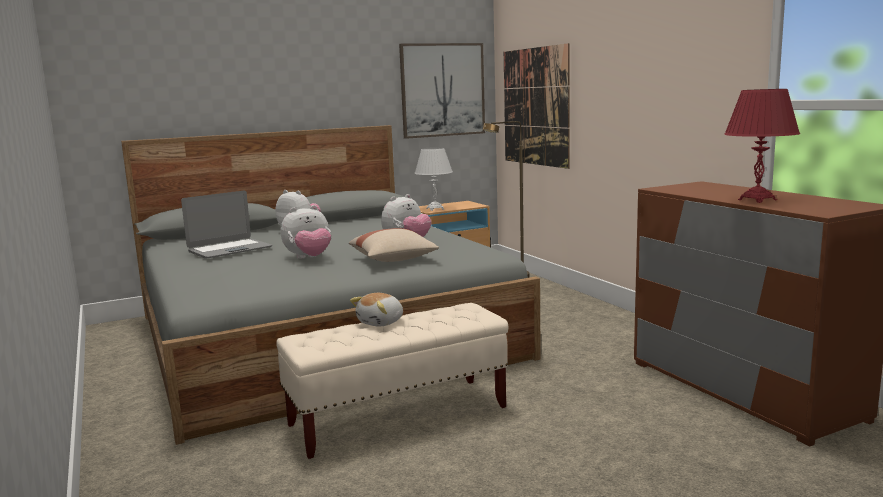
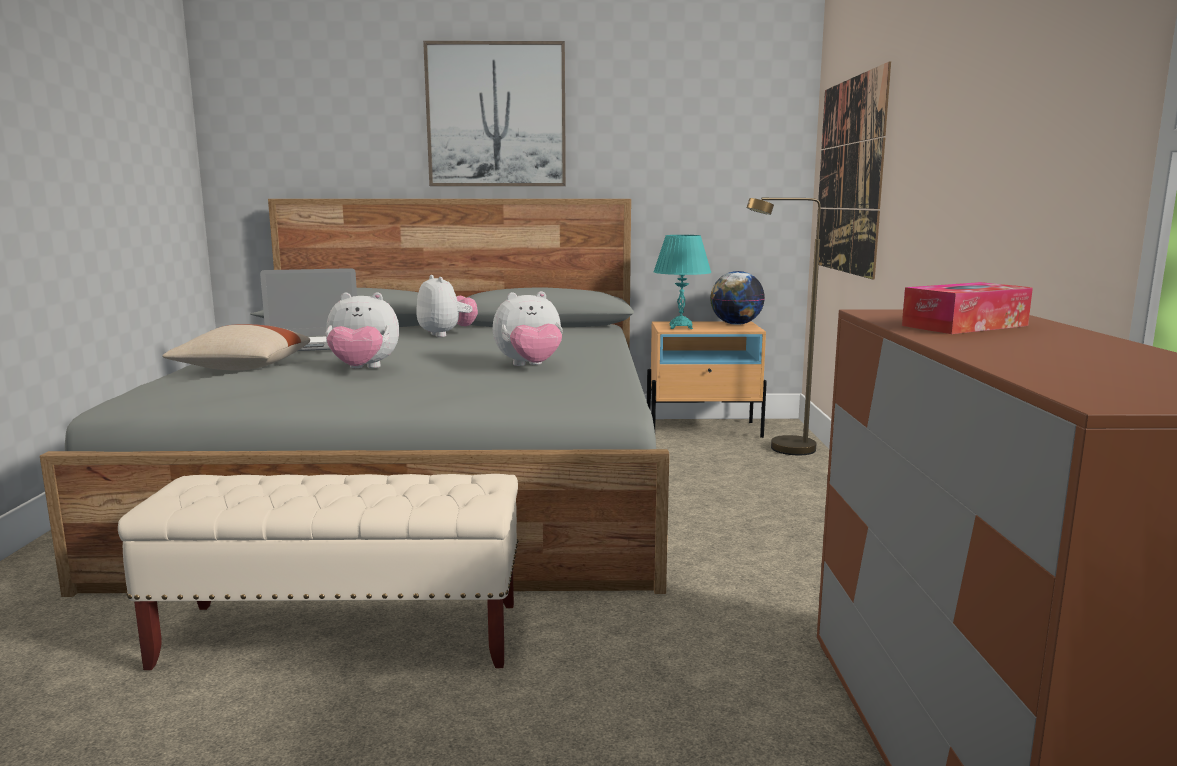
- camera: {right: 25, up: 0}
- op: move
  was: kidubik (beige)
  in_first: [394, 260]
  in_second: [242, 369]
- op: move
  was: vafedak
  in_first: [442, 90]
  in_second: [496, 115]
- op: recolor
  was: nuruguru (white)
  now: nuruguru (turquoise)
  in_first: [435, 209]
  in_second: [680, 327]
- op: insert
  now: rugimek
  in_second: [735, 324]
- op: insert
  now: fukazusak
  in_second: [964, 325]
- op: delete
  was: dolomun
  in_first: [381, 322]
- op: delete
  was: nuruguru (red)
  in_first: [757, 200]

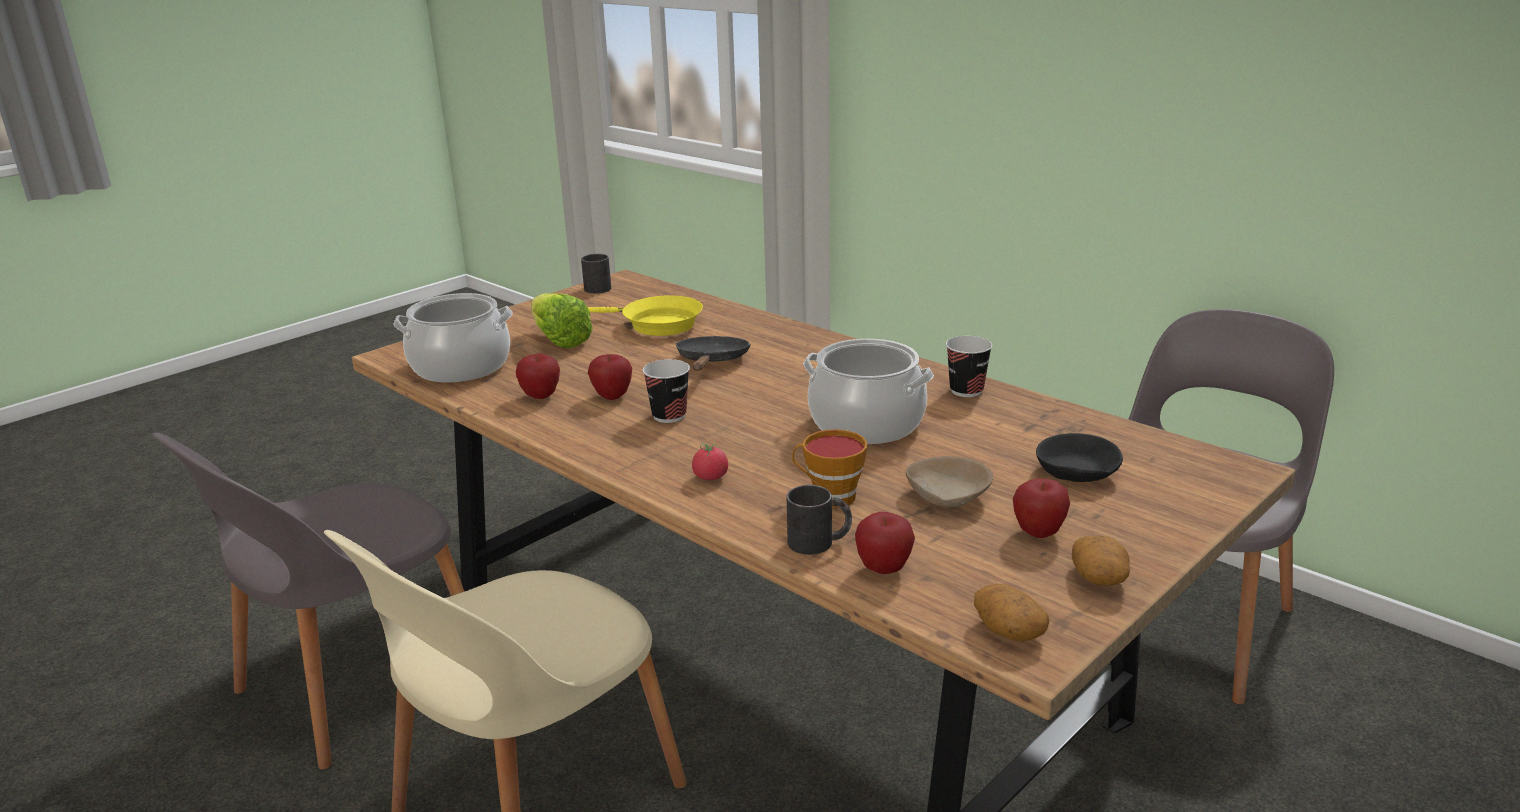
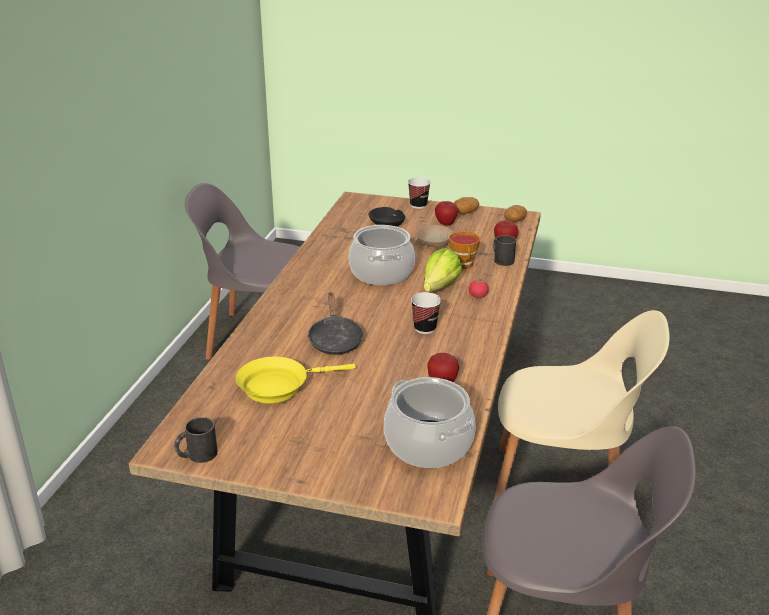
- camera: {right: -120, up: 5}
- op: rotate
  was: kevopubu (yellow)
  in_first: [655, 324]
  in_second: [279, 386]
  clockwise: -105
- op: rotate
  was: kevopubu (black)
  in_first: [712, 362]
  in_second: [335, 339]
  clockwise: -75
- op: move
  was: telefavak
  in_first: [966, 390]
  in_second: [418, 205]
- op: move
  was: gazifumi
  in_first: [558, 338]
  in_second: [436, 290]
- op: delete
  was: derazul
  in_first: [612, 396]

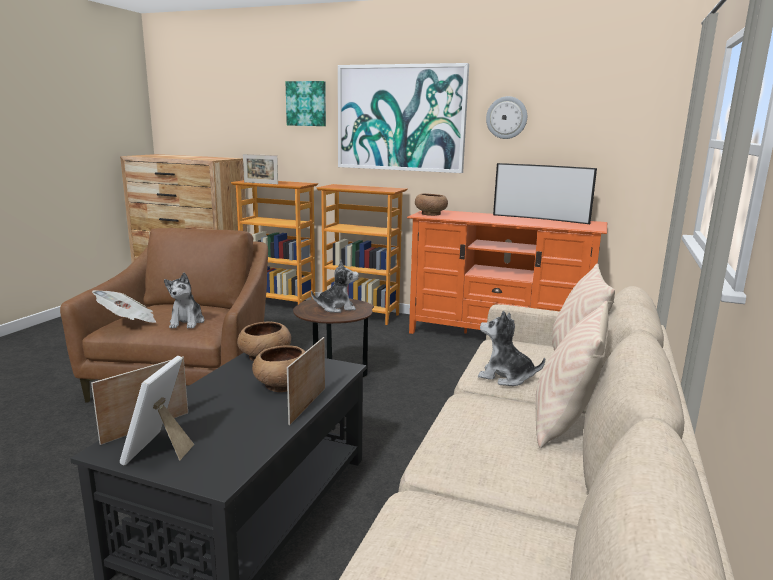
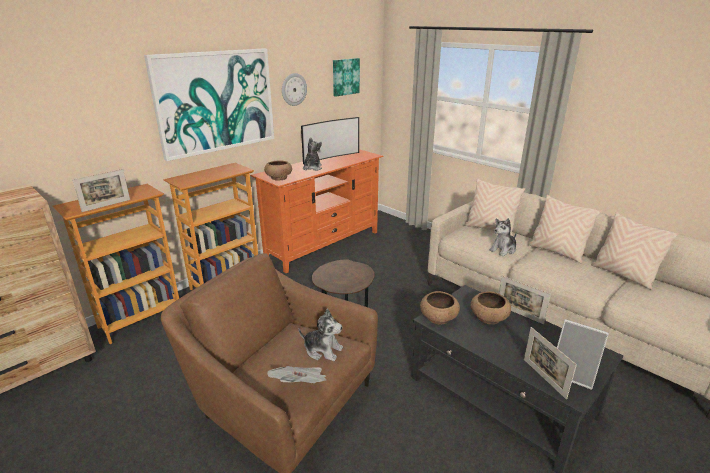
- camera: {right: -65, up: 10}
- op: move
  was: dolomun
  in_first: [336, 308]
  in_second: [312, 168]
- op: move
  was: vafedak
  in_first: [306, 103]
  in_second: [345, 77]
- op: insert
  now: kidubik (beige)
  in_second: [623, 275]

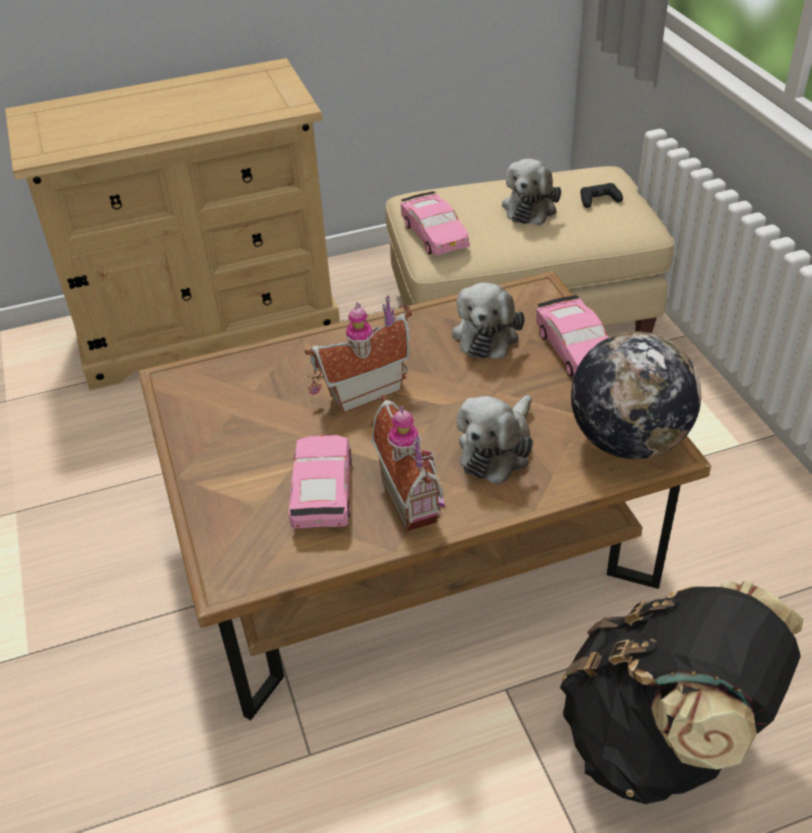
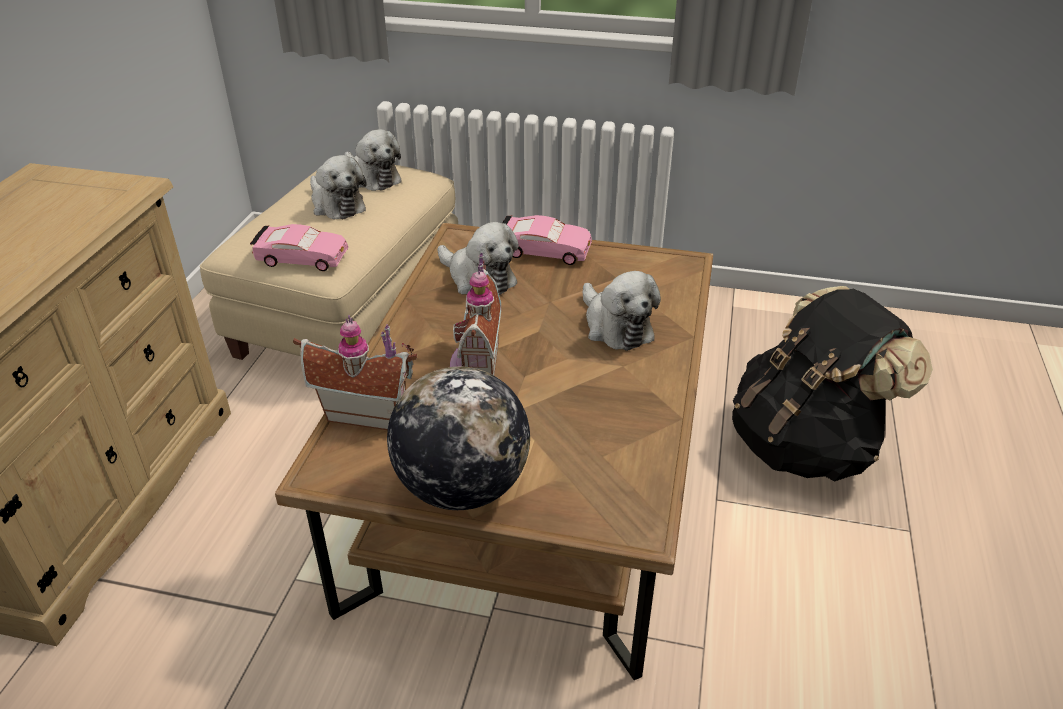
- camera: {right: -60, up: -5}
- op: move
  was: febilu
  in_first: [415, 498]
  in_second: [367, 411]
- op: replace
  was: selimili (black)
  now: dolomun
  in_first: [599, 200]
  in_second: [372, 178]
- op: move
  was: rugimek
  in_first: [627, 441]
  in_second: [462, 488]
- op: delete
  was: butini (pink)
  in_first: [322, 491]

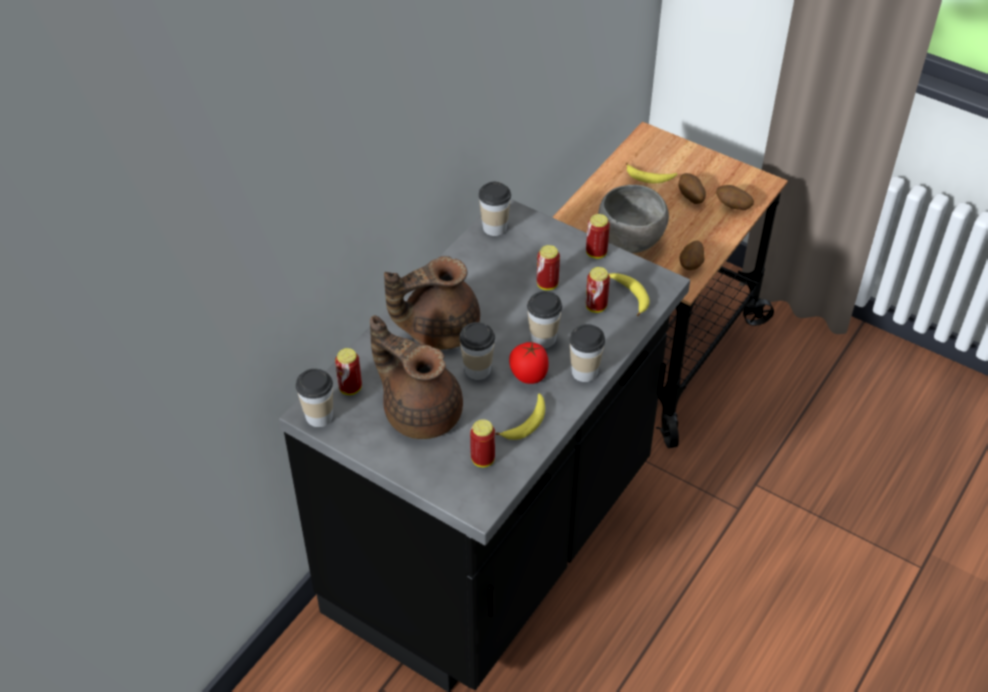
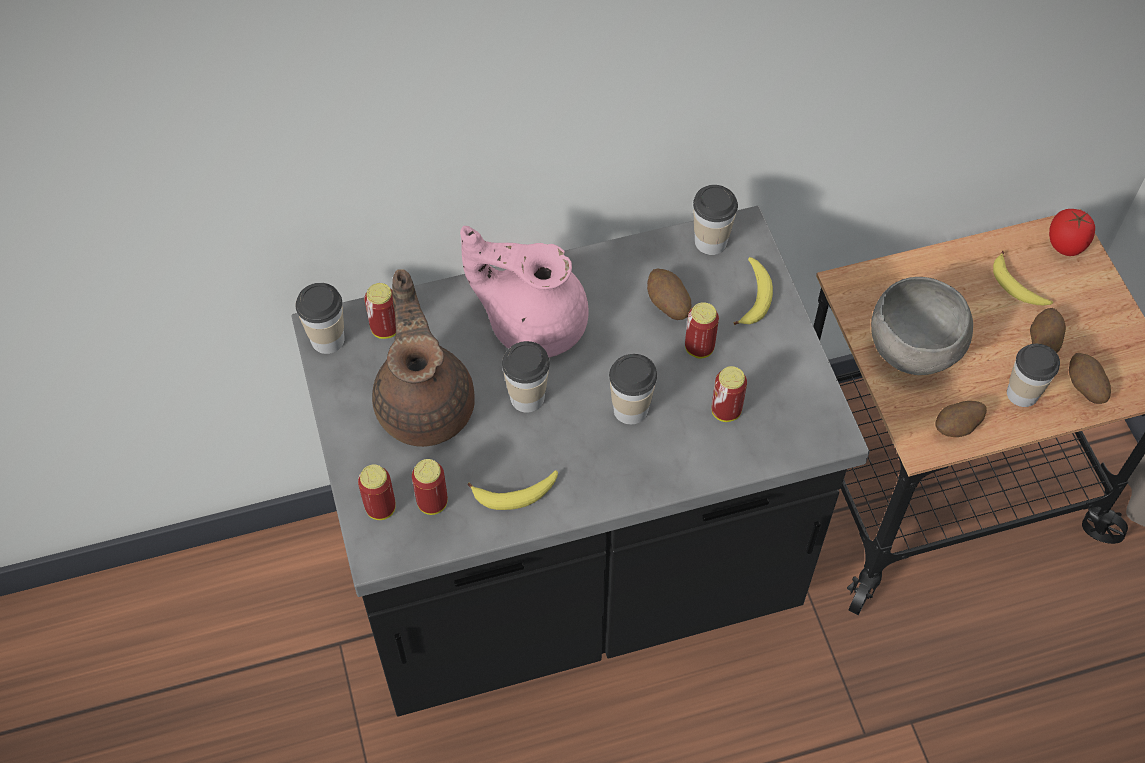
- camera: {right: 40, up: 10}
- op: move
  was: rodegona
  in_first: [596, 253]
  in_second: [380, 508]
- op: recolor
  was: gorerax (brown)
  now: gorerax (pink)
  in_first: [437, 329]
  in_second: [533, 322]
- op: insert
  now: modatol
  in_second: [668, 305]
- op: move
  was: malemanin
  in_first: [630, 295]
  in_second: [754, 297]
- op: move
  was: telefavak
  in_first: [584, 371]
  in_second: [1022, 393]
- op: move
  was: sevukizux
  in_first: [528, 375]
  in_second: [1065, 245]

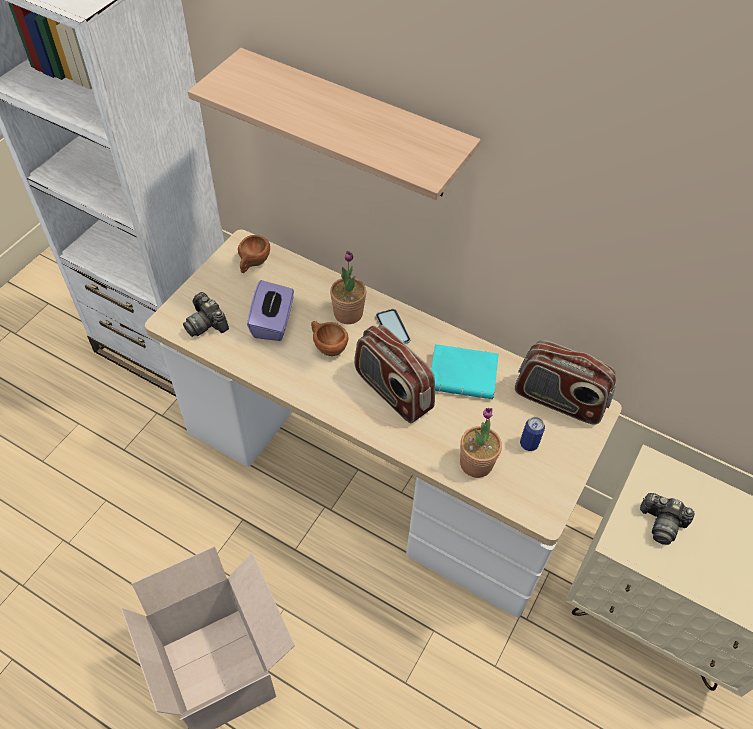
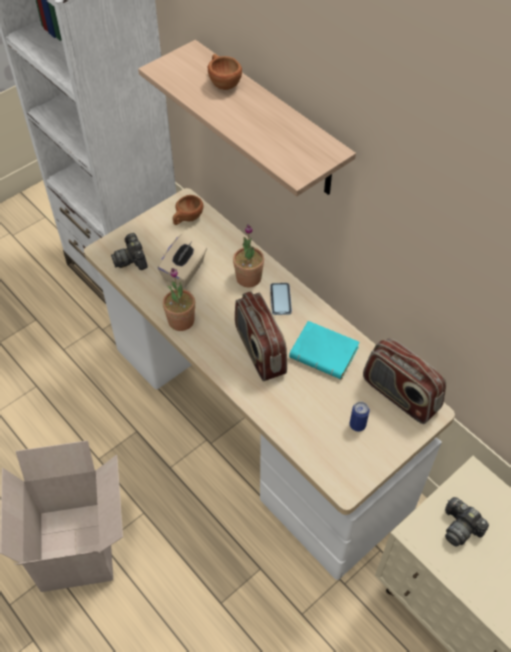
- camera: {right: 20, up: 0}
- op: recolor
  was: fukazusak (purple)
  now: fukazusak (beige)
  in_first: [273, 323]
  in_second: [184, 271]
- op: move
  was: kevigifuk
  in_first: [476, 463]
  in_second: [181, 321]
- op: move
  was: telefavak (brown)
  in_first: [327, 345]
  in_second: [223, 82]

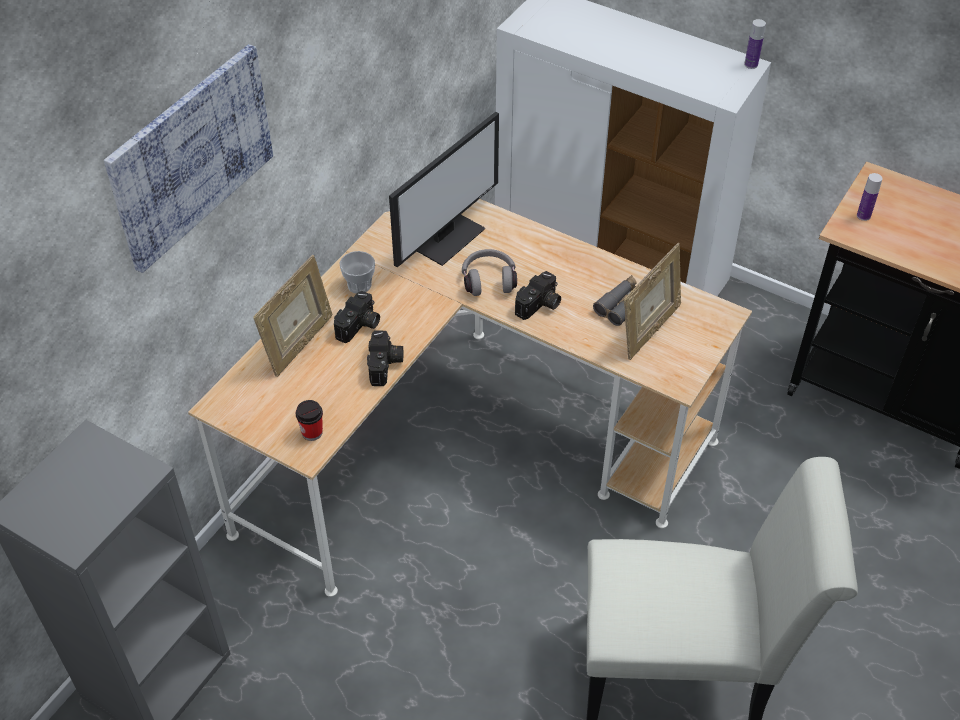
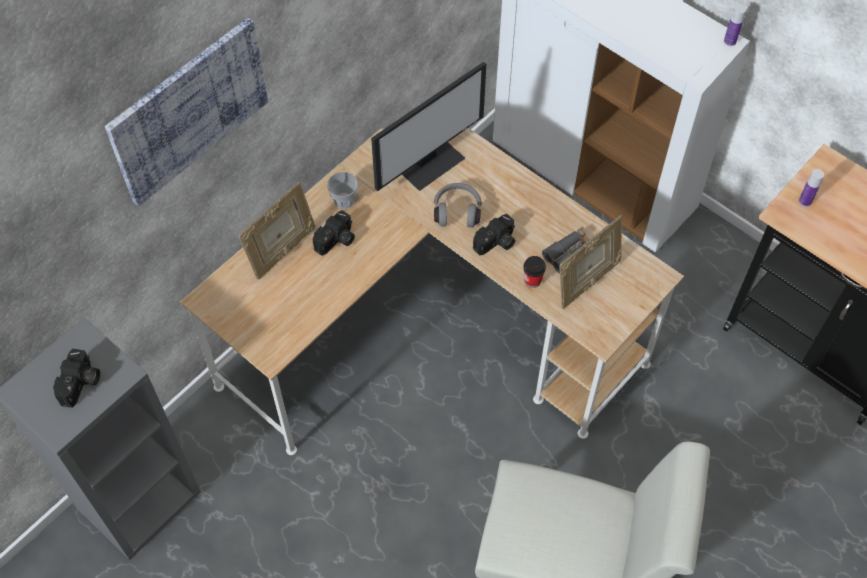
- camera: {right: 10, up: 10}
- op: move
  was: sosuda
  in_first: [386, 366]
  in_second: [81, 384]
- op: move
  was: telefavak
  in_first: [312, 432]
  in_second: [532, 280]

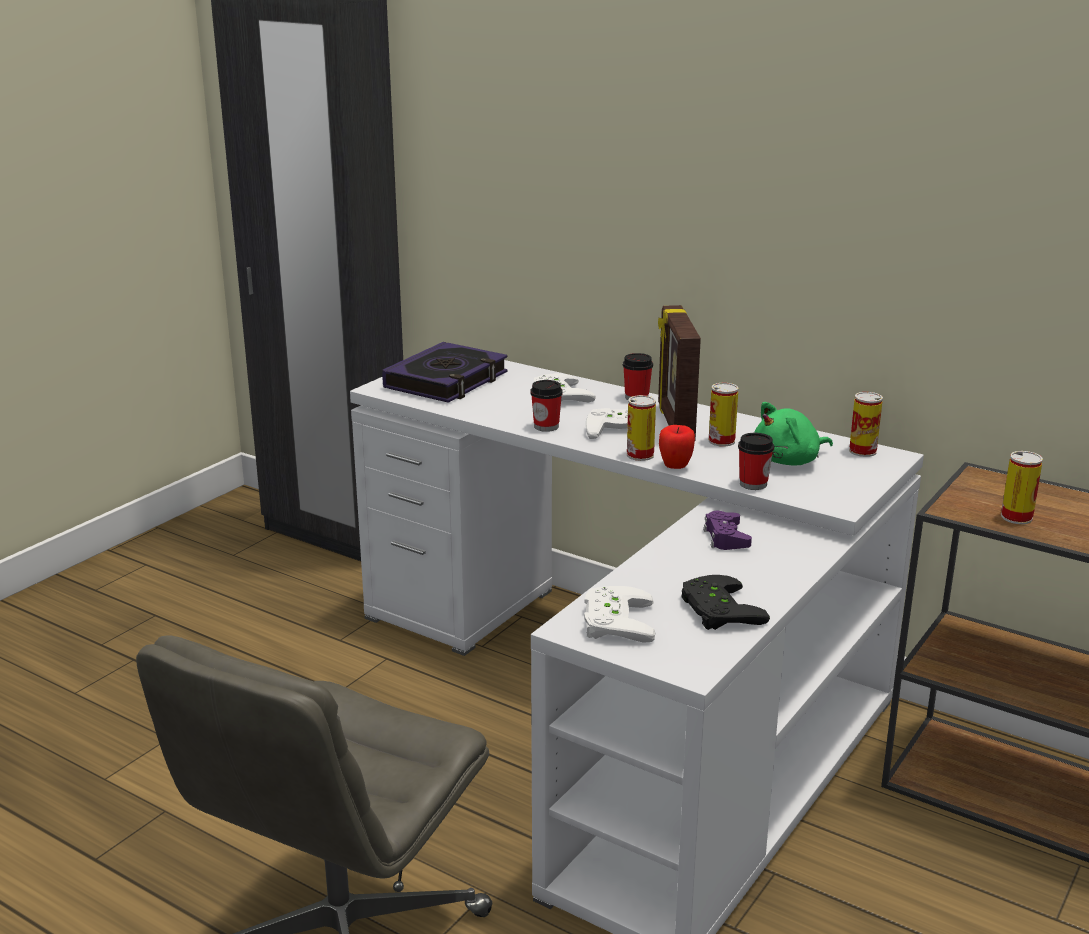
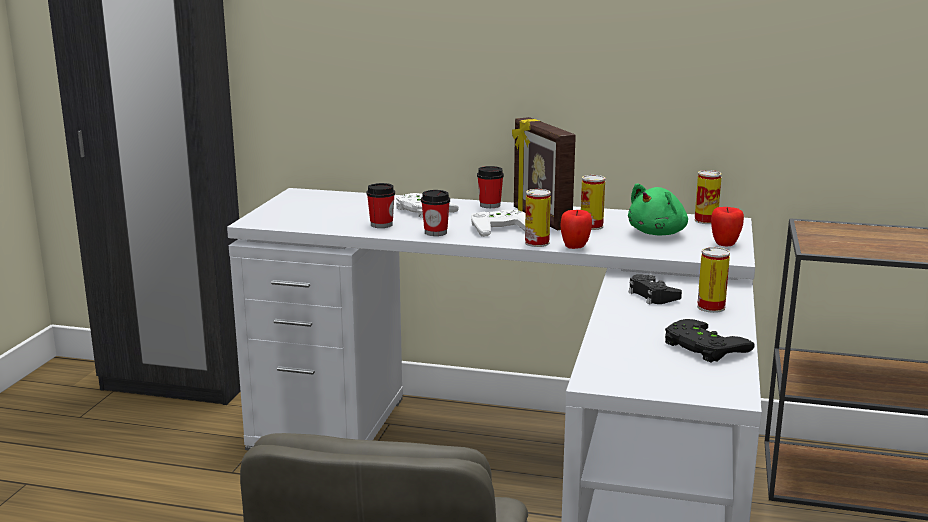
- camera: {right: -20, up: -5}
- op: move
  was: telefavak
  in_first: [753, 484]
  in_second: [381, 225]
- op: recolor
  was: selimili (purple)
  now: selimili (black)
  in_first: [726, 537]
  in_second: [652, 295]
- op: move
  was: rodegona
  in_first: [1016, 517]
  in_second: [711, 307]
- op: insert
  now: derazul
  in_second: [725, 244]
- op: delete
  was: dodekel
  in_first: [447, 381]
- op: delete
  was: selimili (white)
  in_first: [612, 621]

